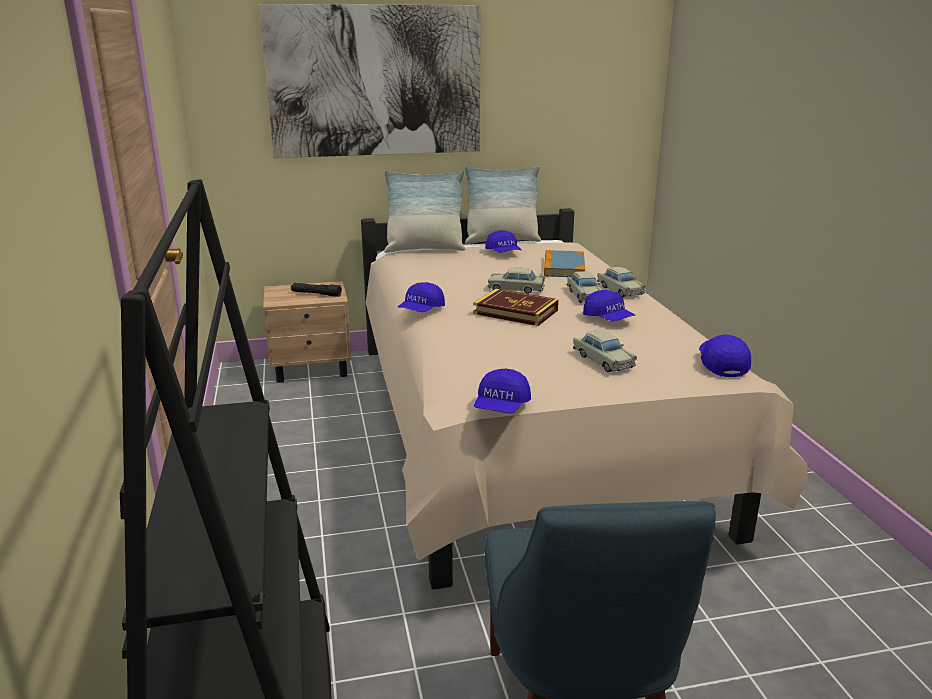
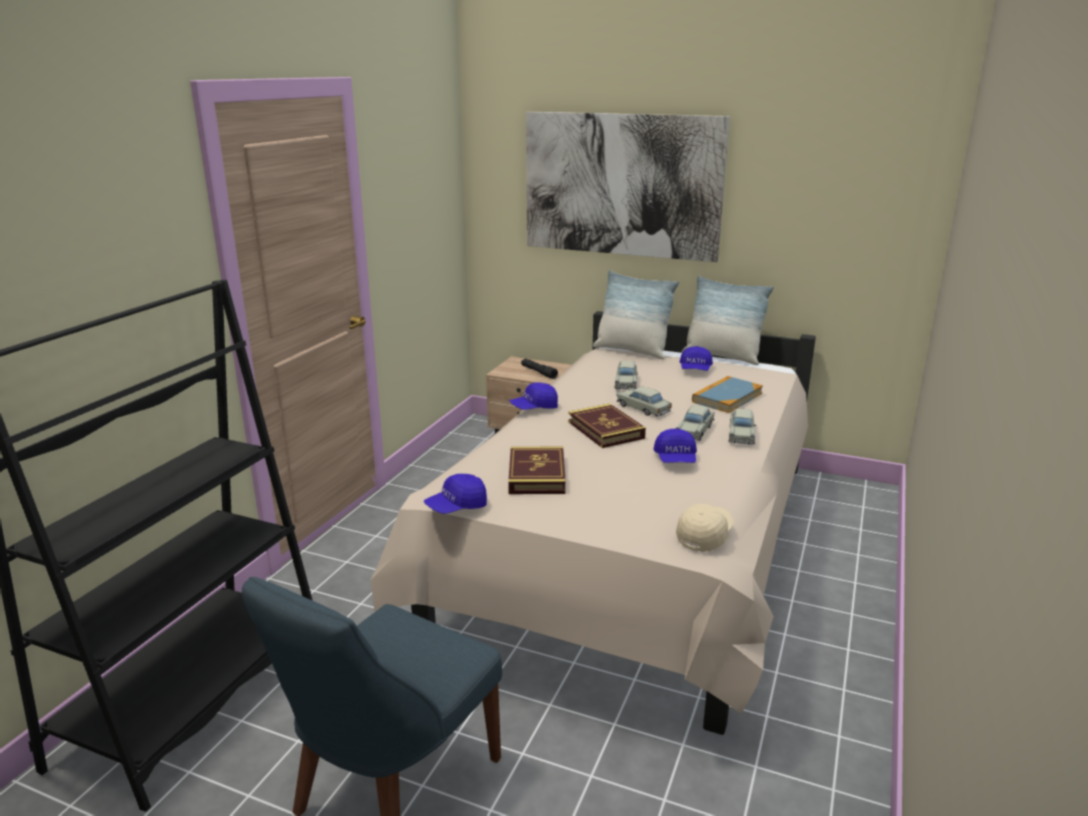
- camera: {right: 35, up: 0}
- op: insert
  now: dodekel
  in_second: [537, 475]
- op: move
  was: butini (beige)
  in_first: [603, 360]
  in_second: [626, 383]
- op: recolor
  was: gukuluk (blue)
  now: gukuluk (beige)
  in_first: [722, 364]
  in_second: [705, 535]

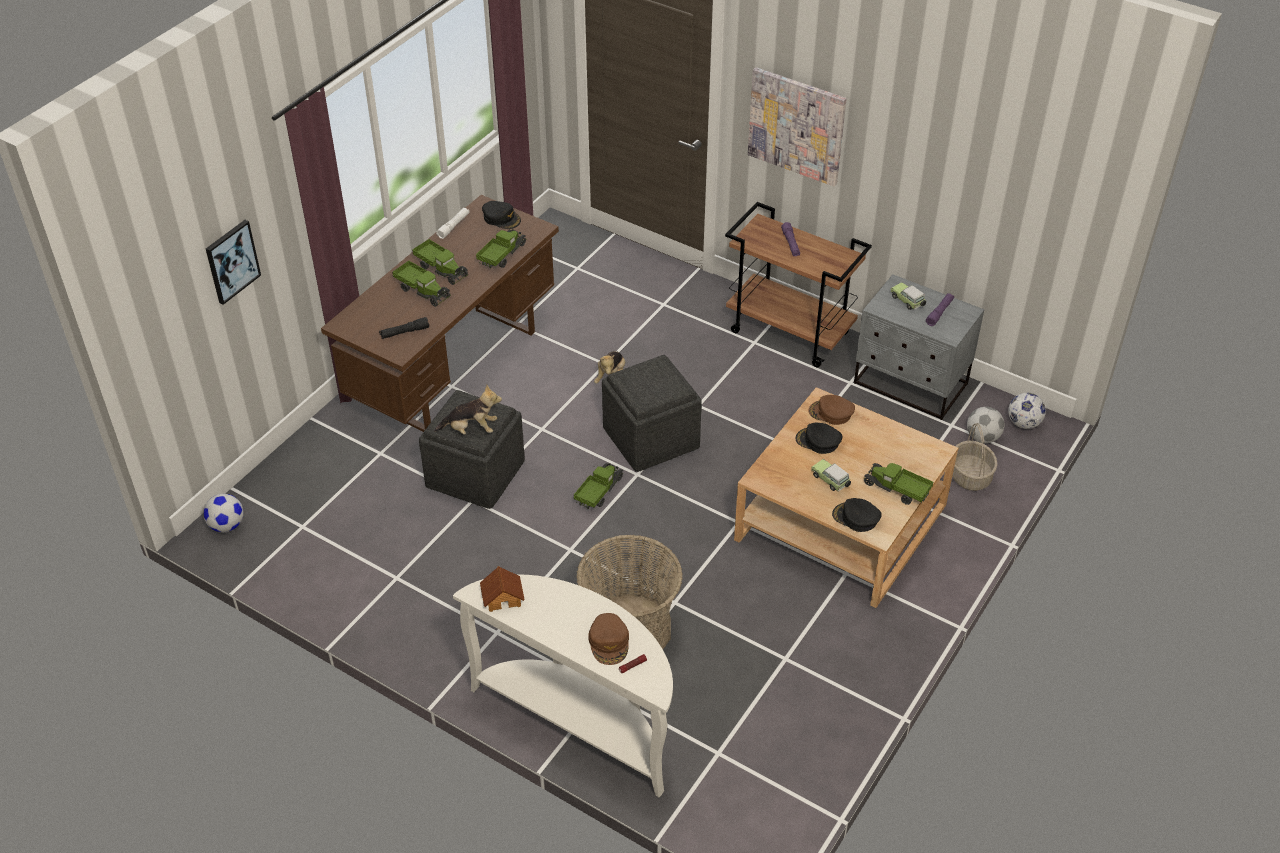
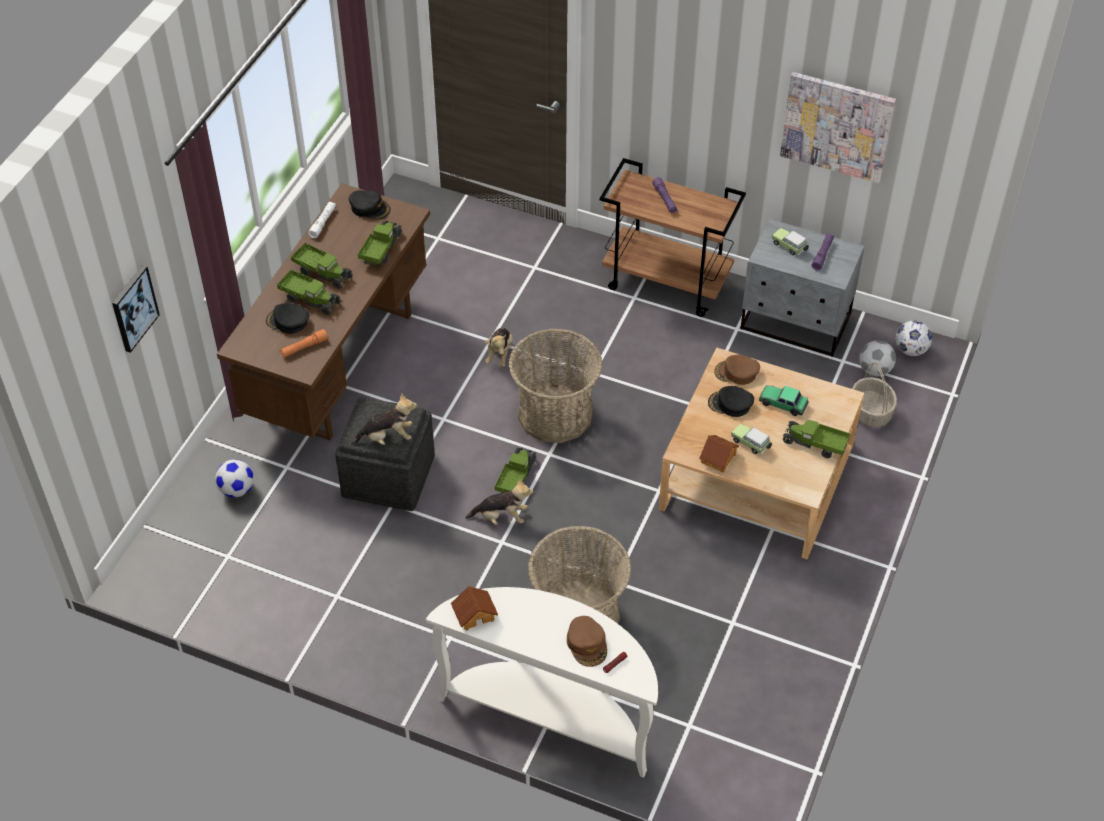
- camera: {right: -10, up: 5}
- op: move
  was: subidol
  in_first: [227, 525]
  in_second: [237, 489]
- op: move
  was: gukuluk (black)
  in_first: [856, 518]
  in_second: [288, 321]
- op: recolor
  was: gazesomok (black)
  now: gazesomok (orange)
  in_first: [404, 332]
  in_second: [304, 347]
- op: insert
  now: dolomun
  in_second: [501, 517]
- op: replace
  was: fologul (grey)
  now: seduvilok
  in_first: [652, 438]
  in_second: [555, 414]
- op: insert
  now: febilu
  in_second: [718, 458]
- op: insert
  now: butini
  in_second: [782, 403]
- op: move
  was: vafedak
  in_first: [796, 125]
  in_second: [837, 126]

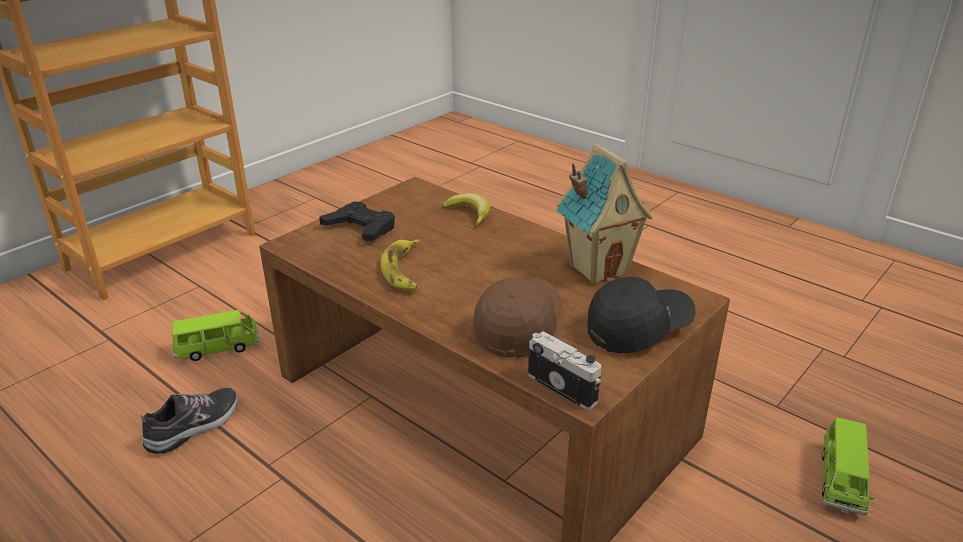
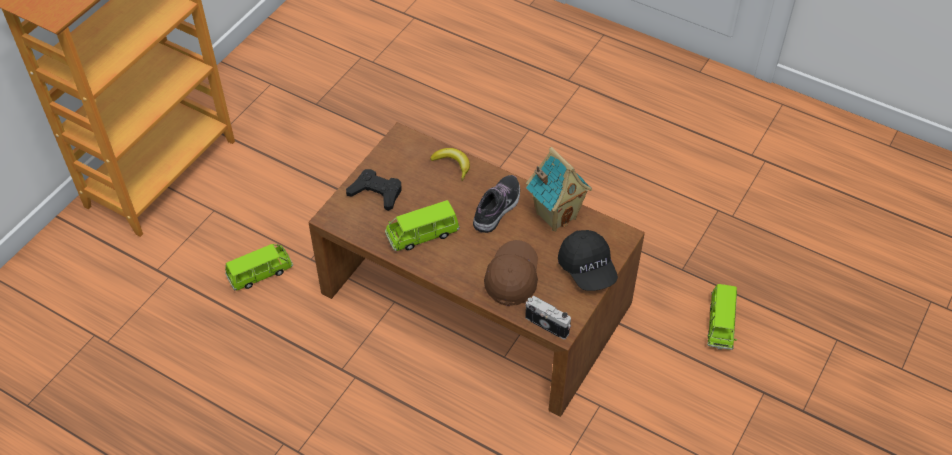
- camera: {right: -10, up: 20}
- op: replace
  was: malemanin
  now: butini (green)
  in_first: [404, 270]
  in_second: [422, 235]
- op: move
  was: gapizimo
  in_first: [194, 426]
  in_second: [497, 208]
- op: rotate
  was: gukuluk (black)
  in_first: [638, 329]
  in_second: [587, 269]
  clockwise: 105

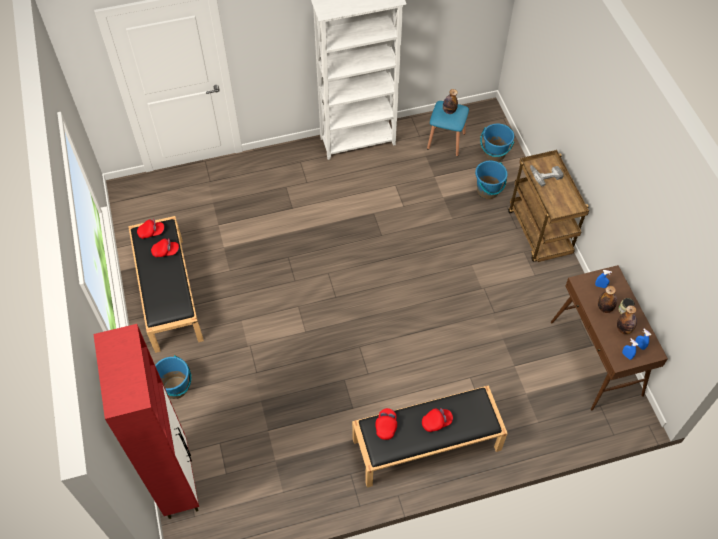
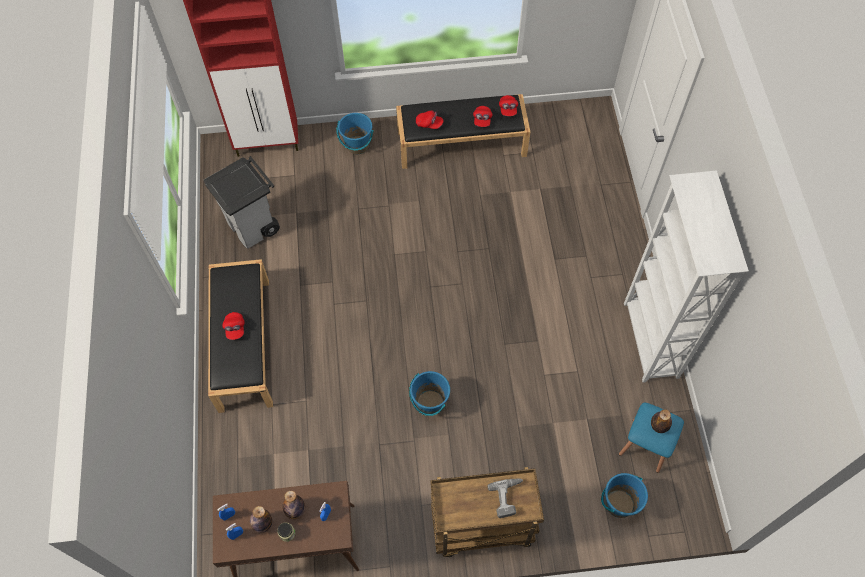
- camera: {right: 100, up: 5}
- op: insert
  now: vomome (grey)
  in_second: [254, 226]
- op: move
  was: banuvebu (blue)
  in_first: [488, 191]
  in_second: [430, 403]
- op: move
  was: gukuluk (red)
  in_first: [386, 426]
  in_second: [429, 124]

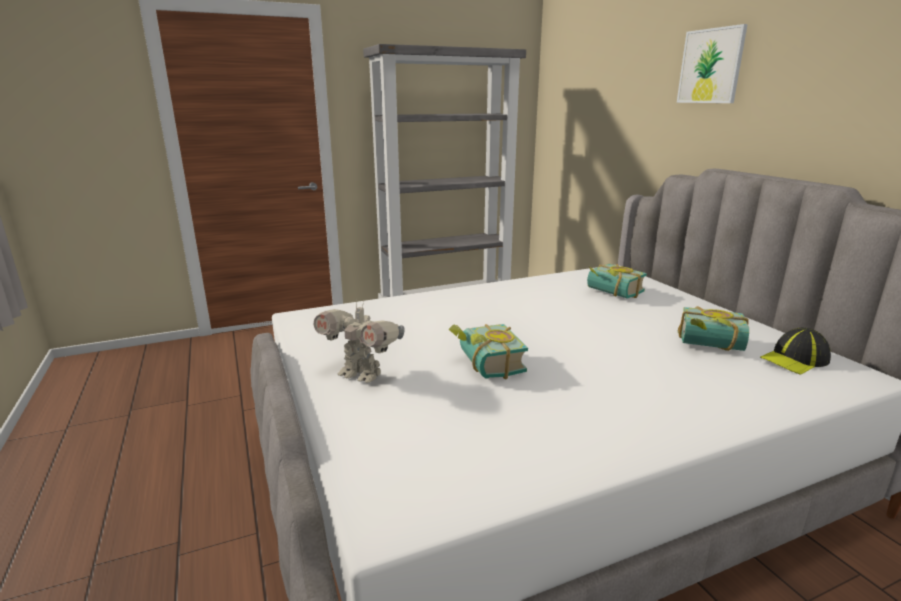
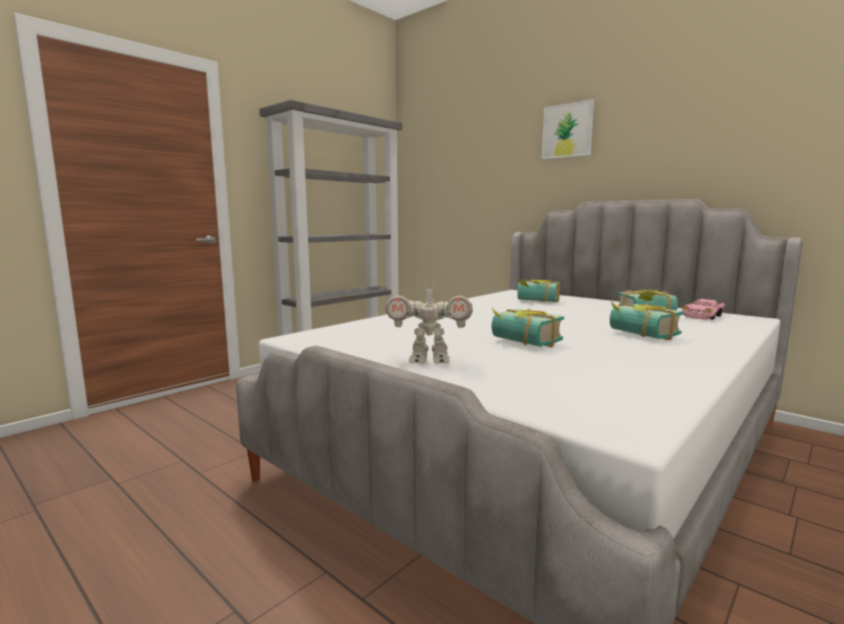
- camera: {right: -25, up: -10}
- op: insert
  now: dodekel
  in_second: [639, 335]
- op: replace
  was: gukuluk
  now: butini (pink)
  in_first: [794, 359]
  in_second: [704, 316]

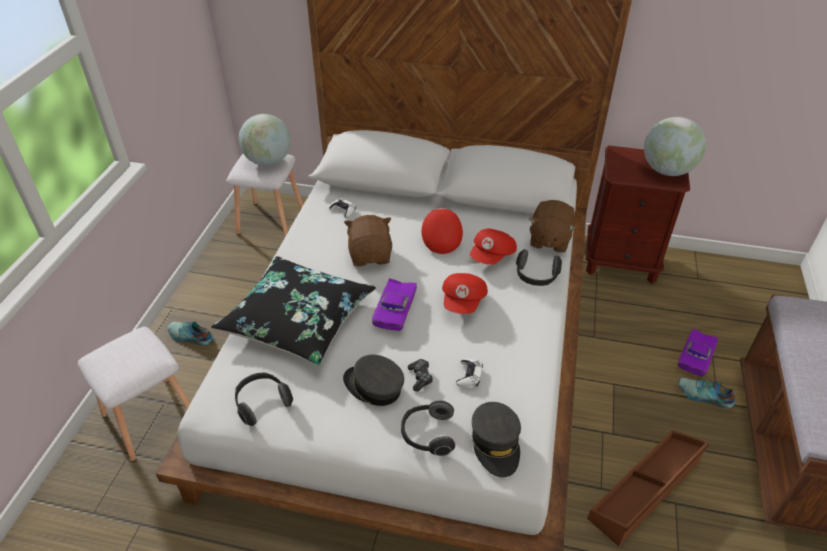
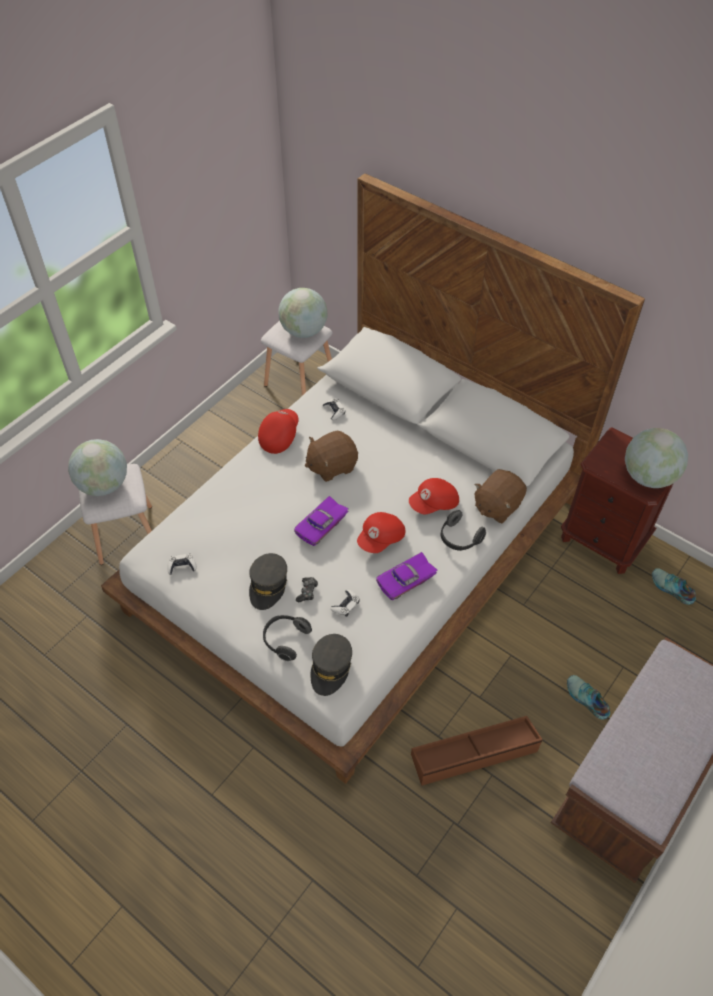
- camera: {right: 25, up: 10}
- op: insert
  now: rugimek
  in_second: [104, 485]
- op: replace
  was: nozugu
  now: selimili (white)
  in_first: [262, 403]
  in_second: [182, 566]
- op: rotate
  was: gukuluk (grey)
  in_first: [373, 387]
  in_second: [268, 585]
  clockwise: -135
- op: move
  was: gukuluk (red)
  in_first: [440, 237]
  in_second: [279, 436]
- op: rotate
  was: dolomun (brown)
  in_first: [371, 255]
  in_second: [331, 466]
  clockwise: -135
- op: move
  was: butini (purple)
  in_first: [697, 357]
  in_second: [407, 581]
- op: move
  was: gapizimo
  in_first: [190, 337]
  in_second: [671, 589]
- op: delete
  was: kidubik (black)
  in_first: [298, 320]

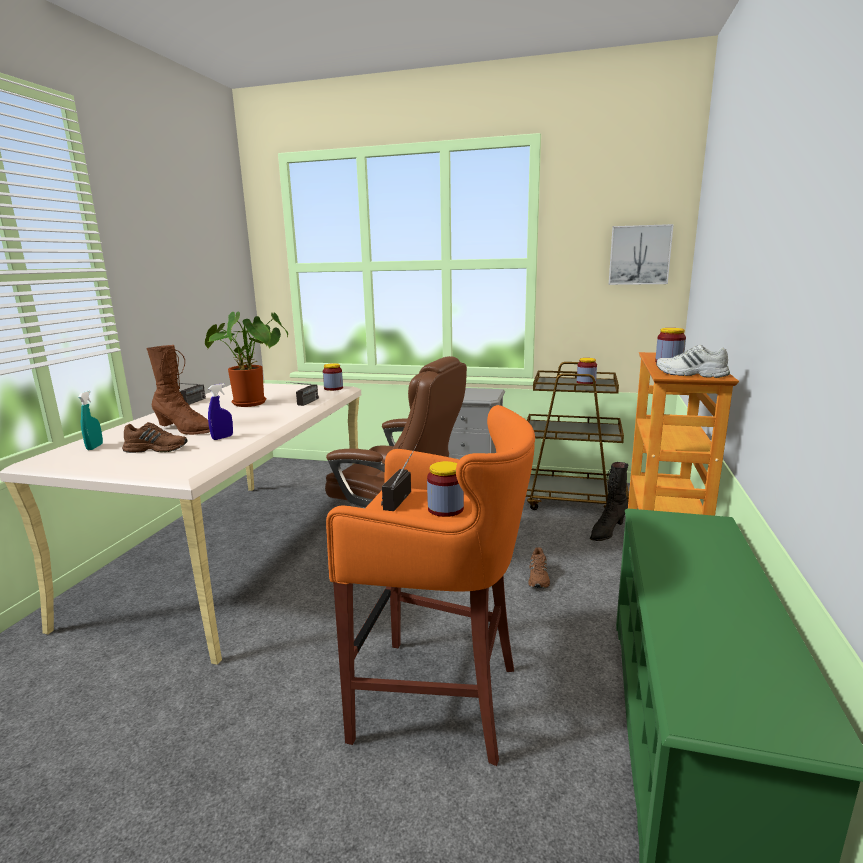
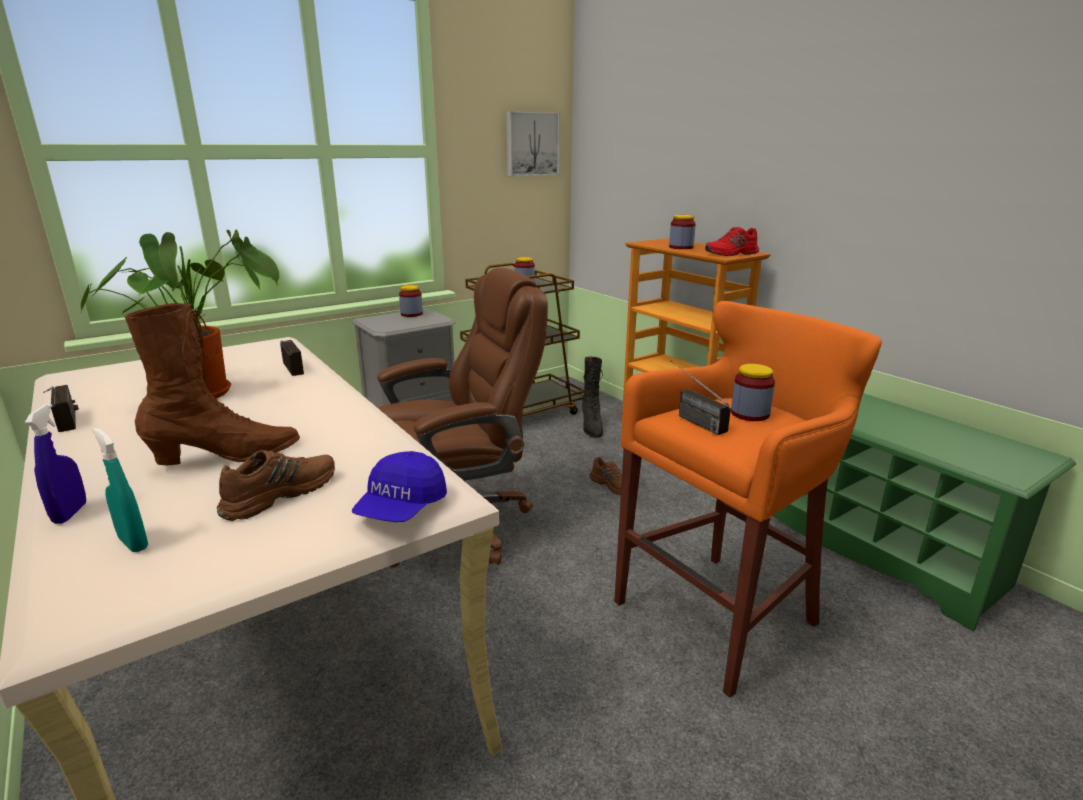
- camera: {right: -50, up: 5}
- op: move
  was: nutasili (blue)
  in_first: [222, 437]
  in_second: [70, 513]
- op: insert
  now: gukuluk (blue)
  in_second: [401, 508]
- op: move
  was: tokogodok
  in_first: [333, 388]
  in_second: [411, 314]
- op: recolor
  was: gapizimo (white)
  now: gapizimo (red)
  in_first: [690, 374]
  in_second: [732, 254]

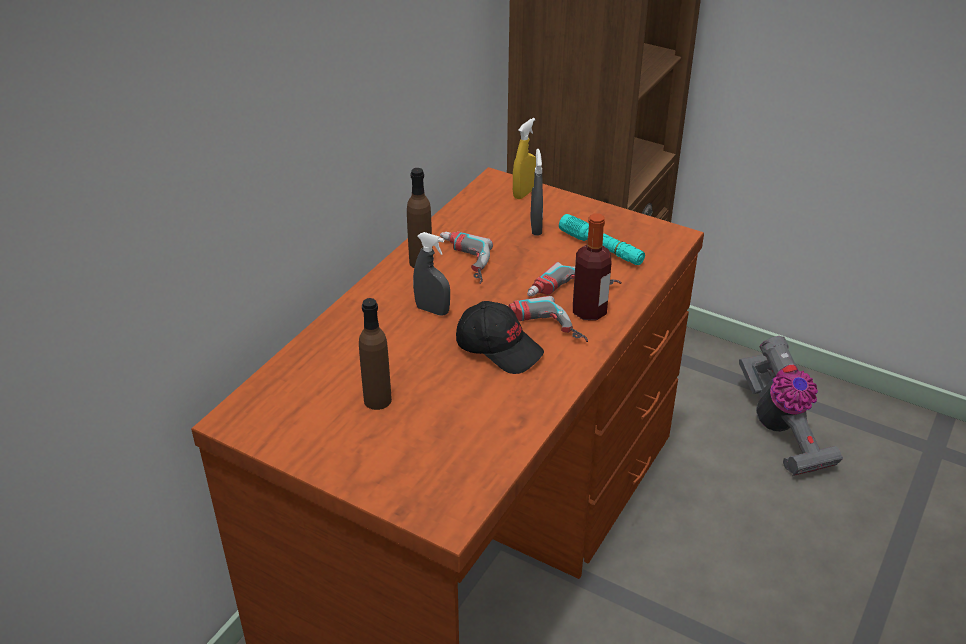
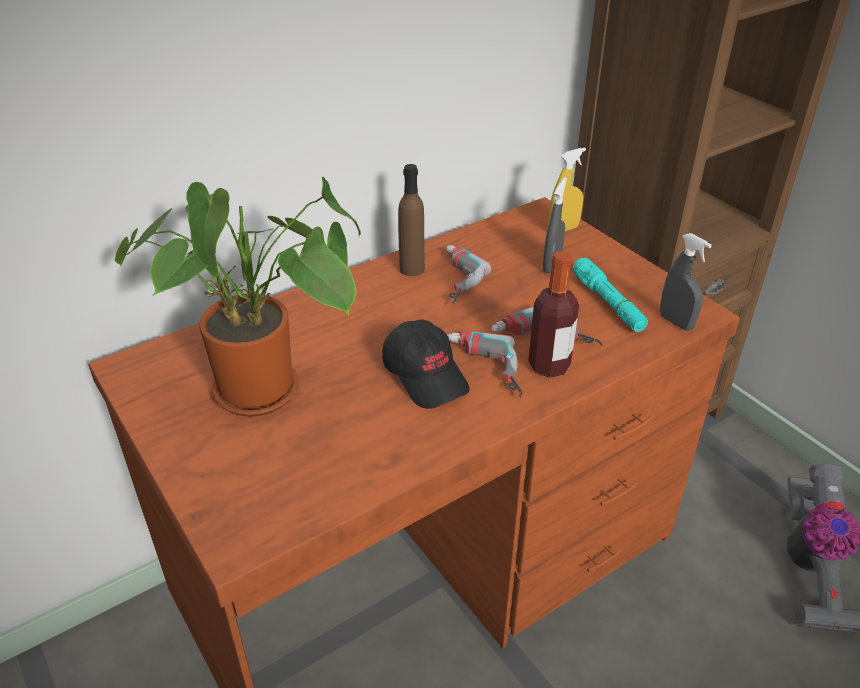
- camera: {right: 25, up: 0}
- op: replace
  was: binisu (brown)
  now: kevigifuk
  in_first: [377, 400]
  in_second: [267, 390]
- op: move
  was: nutasili (grey)
  in_first: [432, 310]
  in_second: [676, 322]

